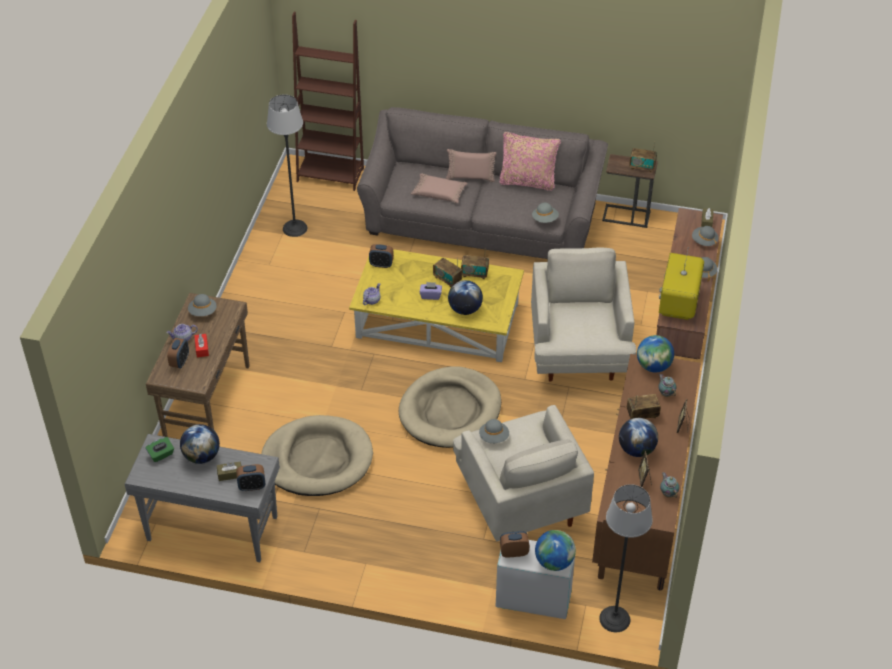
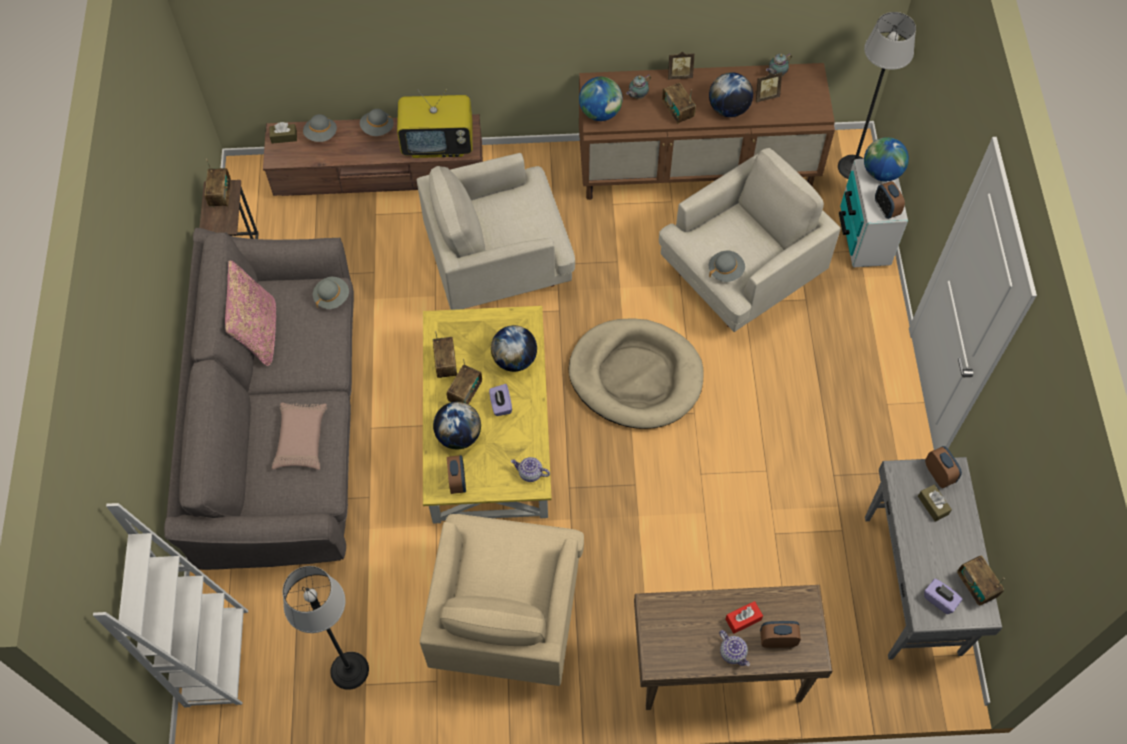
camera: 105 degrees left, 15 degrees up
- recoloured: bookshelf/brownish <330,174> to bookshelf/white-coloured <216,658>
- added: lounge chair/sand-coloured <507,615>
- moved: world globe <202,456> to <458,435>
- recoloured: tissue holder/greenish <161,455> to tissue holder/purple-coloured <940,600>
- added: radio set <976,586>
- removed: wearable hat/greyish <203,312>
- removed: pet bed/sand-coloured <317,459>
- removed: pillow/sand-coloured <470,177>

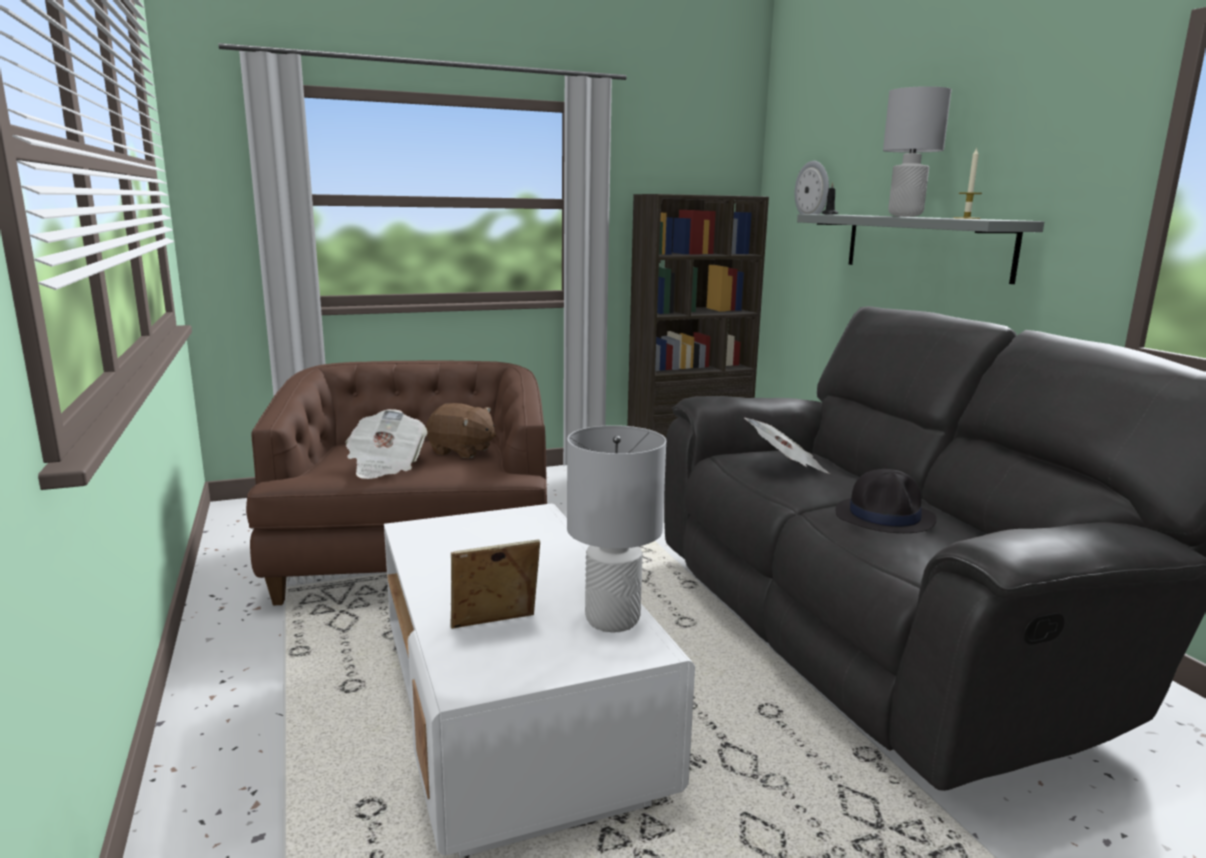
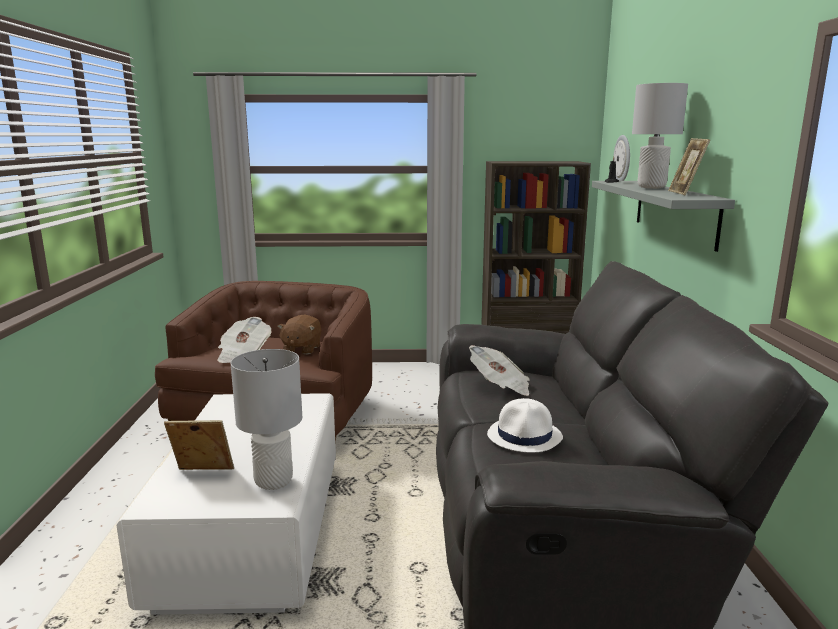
camera: 20 degrees right, 0 degrees up
- turned: soft toy/brownish <461,451> = <301,349> 60 degrees clockwise
- recoloured: wearable hat/black-coloured <885,517> to wearable hat/white-coloured <525,436>
- replaced: candle <966,218> to photo frame <685,193>

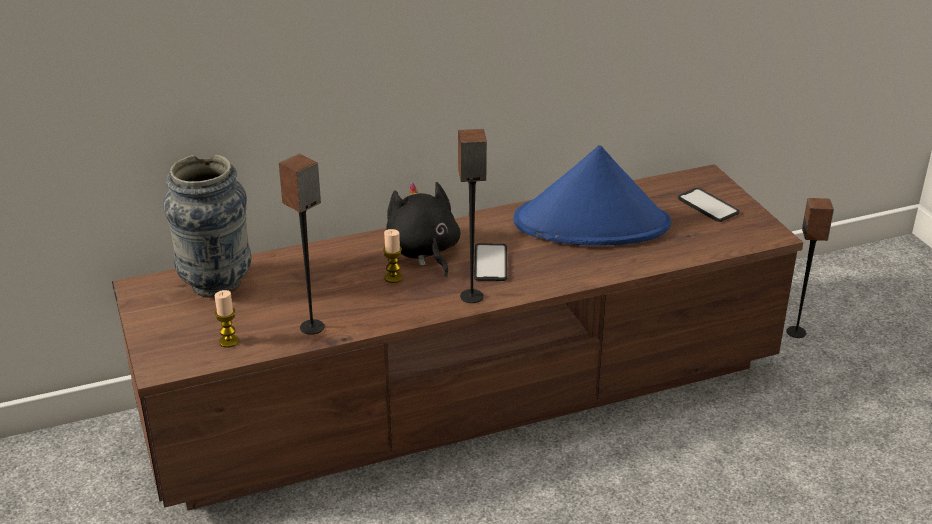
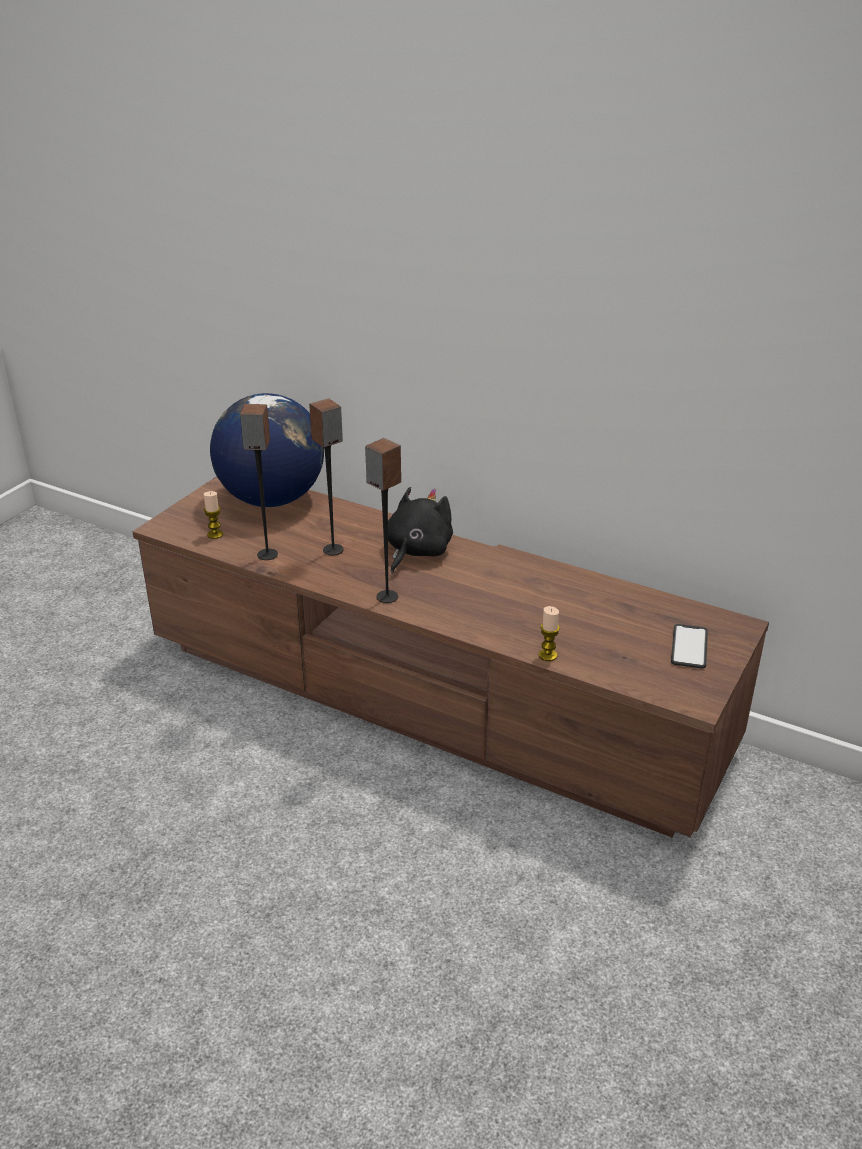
camera: 50 degrees right, 0 degrees up
- replaced: decorative vase <216,284> to world globe <271,499>
- moved: speaker <796,332> to <333,550>
- moved: candle <393,278> to <548,655>
- removed: telephone <490,263>
- removed: wearable hat/blue-coloured <592,224>

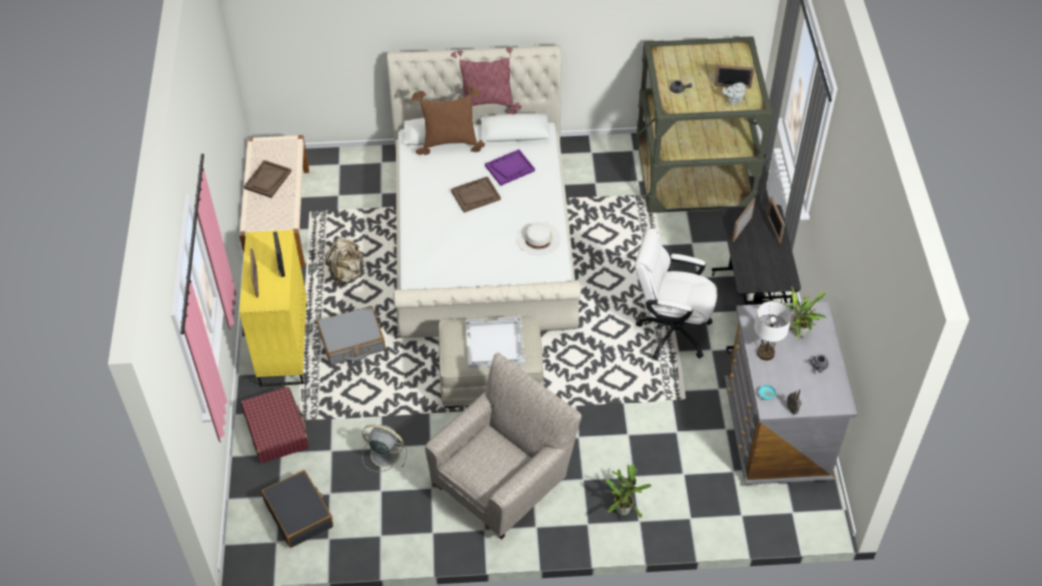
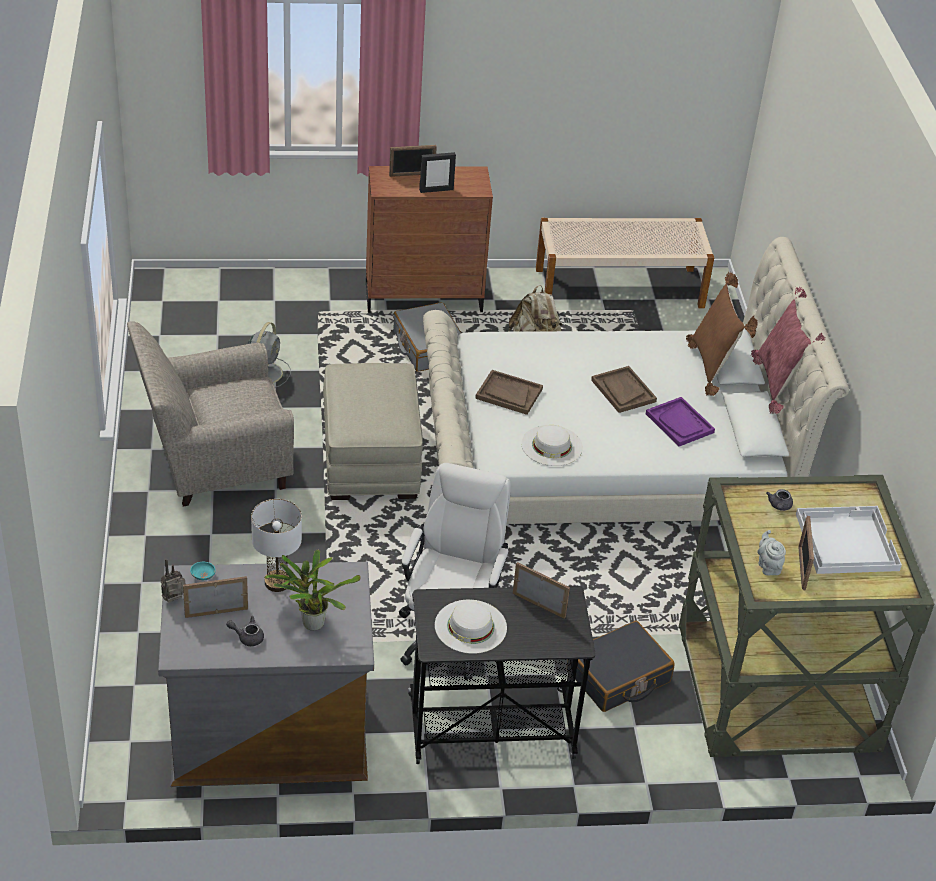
camera: 85 degrees right, 10 degrees down
- turned: lounge chair/sand-coloured <502,482> = <215,464> 120 degrees clockwise
- moved: photo frame <773,229> to <216,612>
- recoloured: drawer chest/yellow-coloured <283,345> to drawer chest/brownish <424,297>
- added: wearable hat/white-coloured <470,626>
- moved: carrying tray/brownish <268,180> to <508,394>
- moved: suitcase/black-coloured <299,514> to <618,676>
- moved: carrying tray/white-coloured <494,344> to <845,541>
- removed: suitcase/red <276,430>
- removed: plant in a pot <624,508>

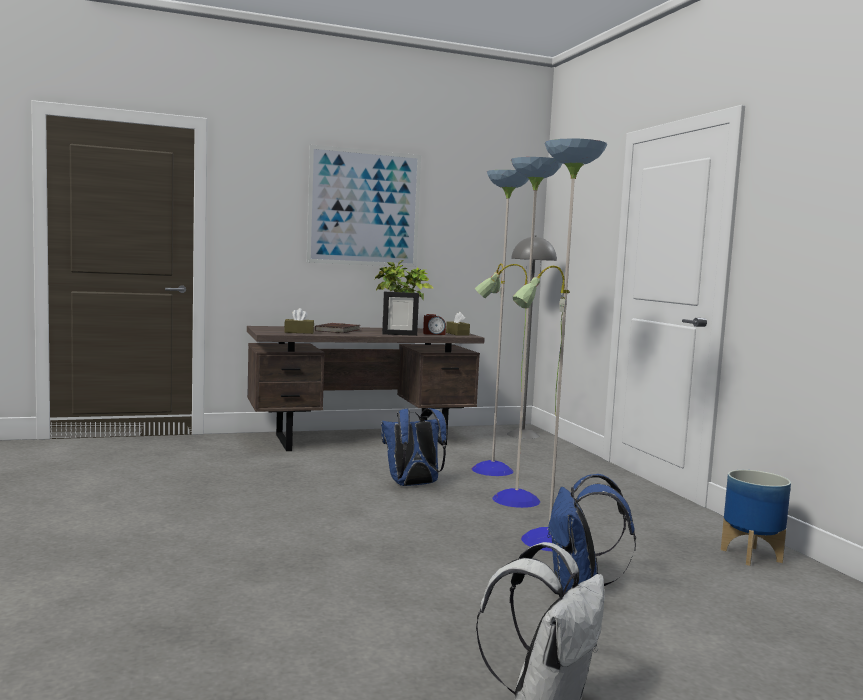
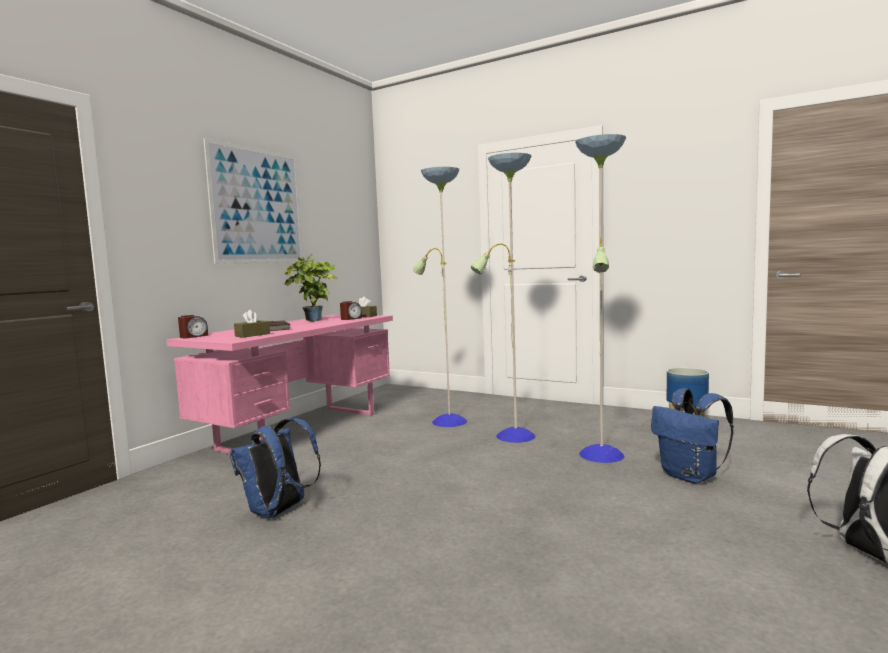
camera: 40 degrees left, 0 degrees up
- recoloured: desk/brownish <362,439> to desk/pinkish <301,430>
- added: alarm clock <193,336>
- moved: knapsack/blue-coloured <413,485> to <278,512>
- removed: photo frame <399,334>
- removed: floor lamp/greyish <523,434>

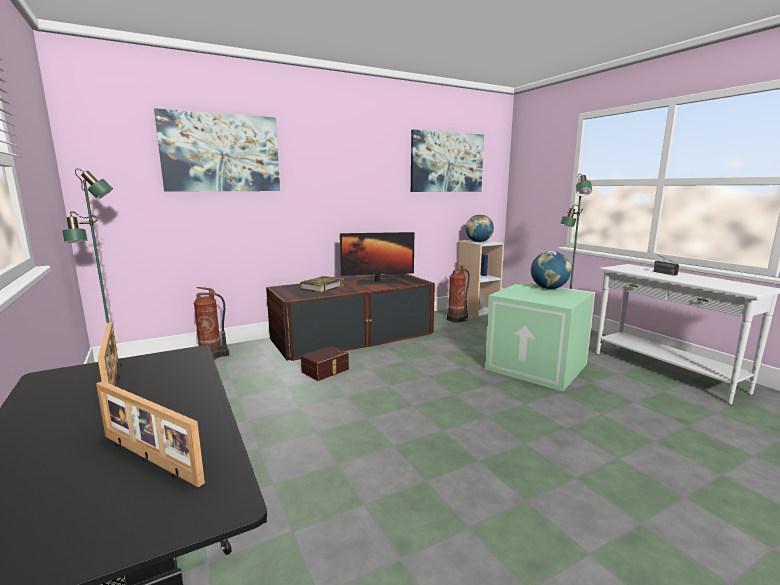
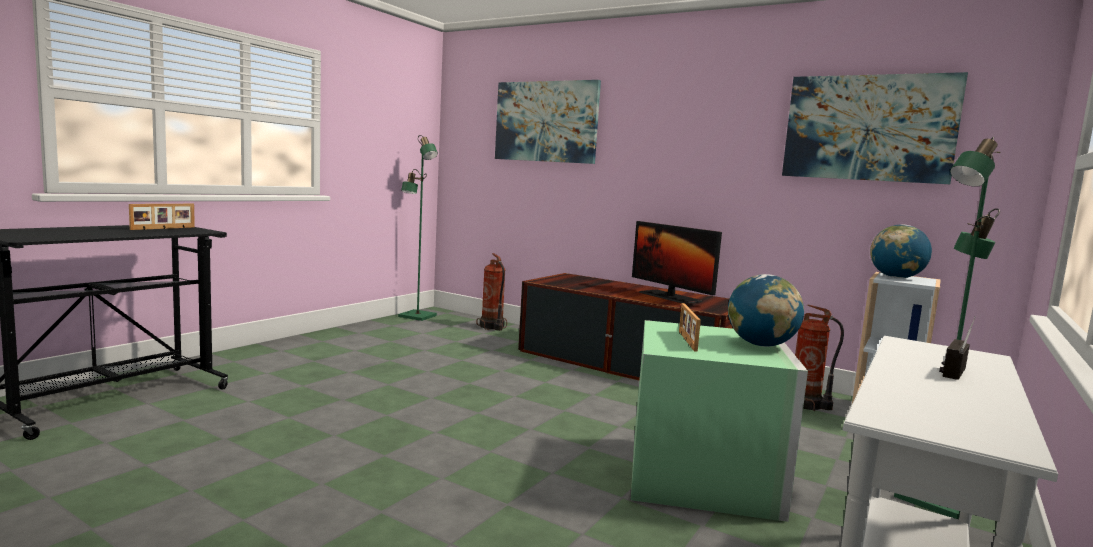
camera: 60 degrees right, 5 degrees down
- moved: photo frame <148,459> to <686,340>
- removed: bound book <322,287>
- removed: storage box/brownish <326,371>

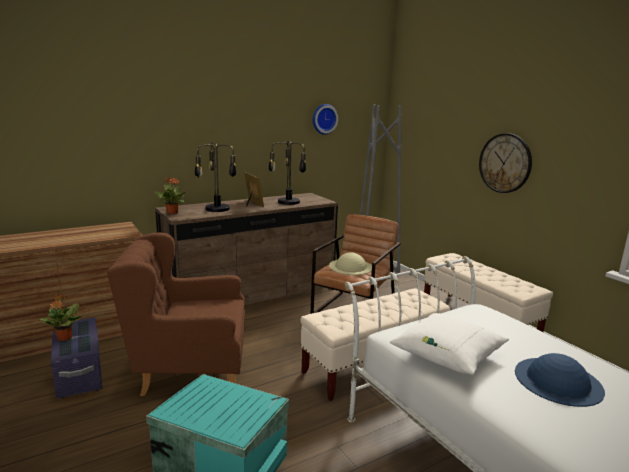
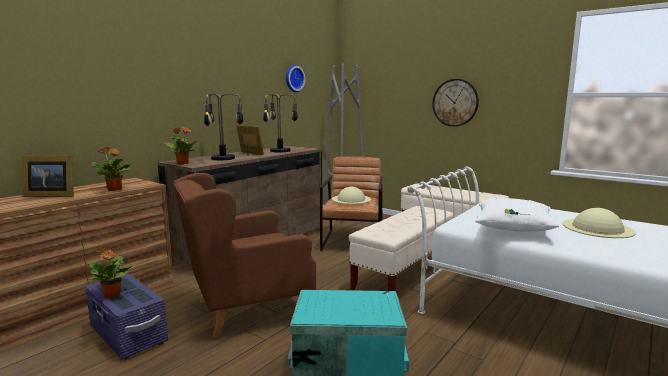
camera: 20 degrees left, 5 degrees down
- added: photo frame <51,195>
- added: plant in a pot <115,189>
- recoloured: wearable hat/blue-coloured <558,381> to wearable hat/sand-coloured <597,228>

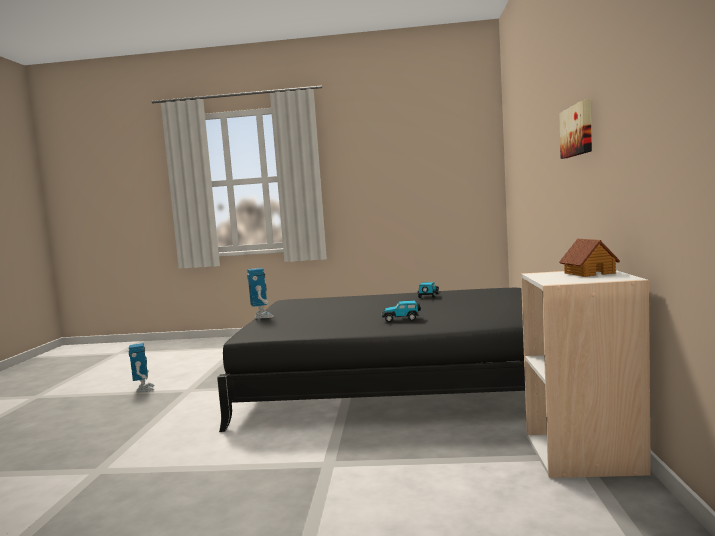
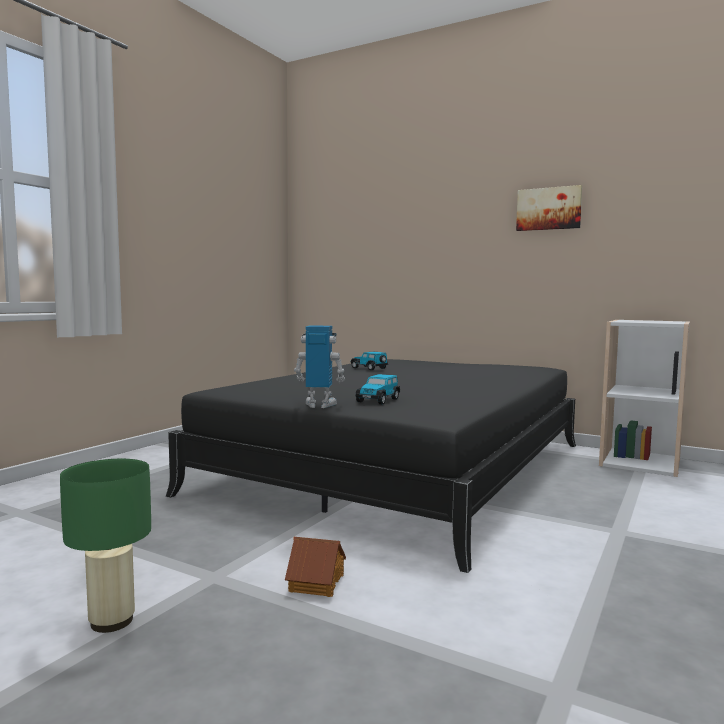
camera: 65 degrees left, 0 degrees up
- replaced: toy robot <144,389> to tabletop lamp/greenish <110,622>
- moved: model house <589,273> to <315,582>
- moved: miniature car <401,319> to <378,400>

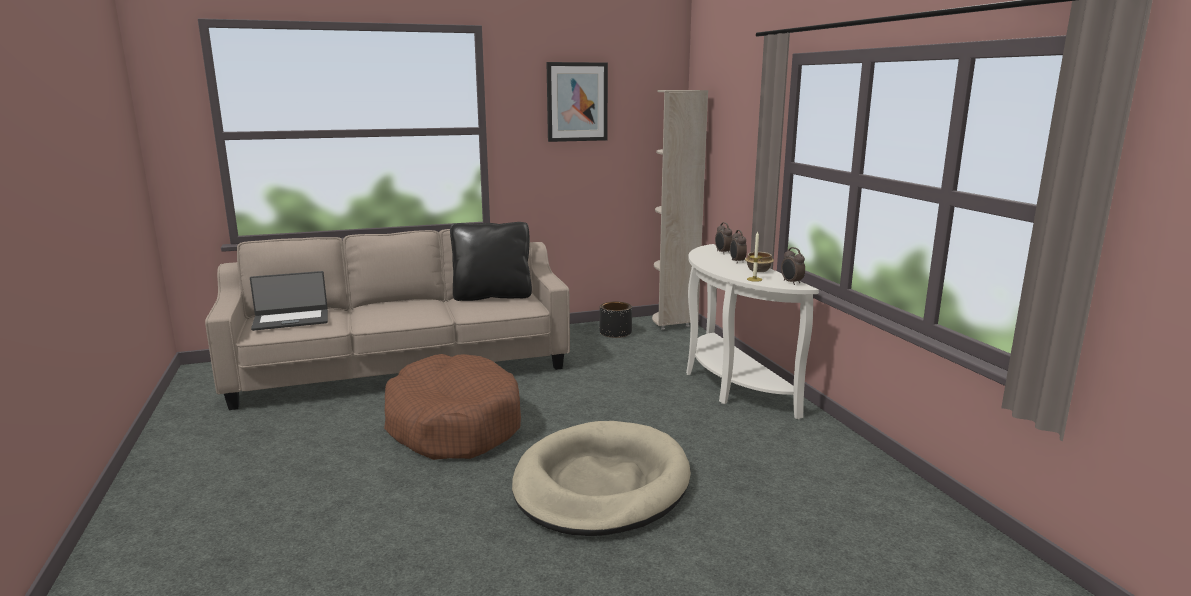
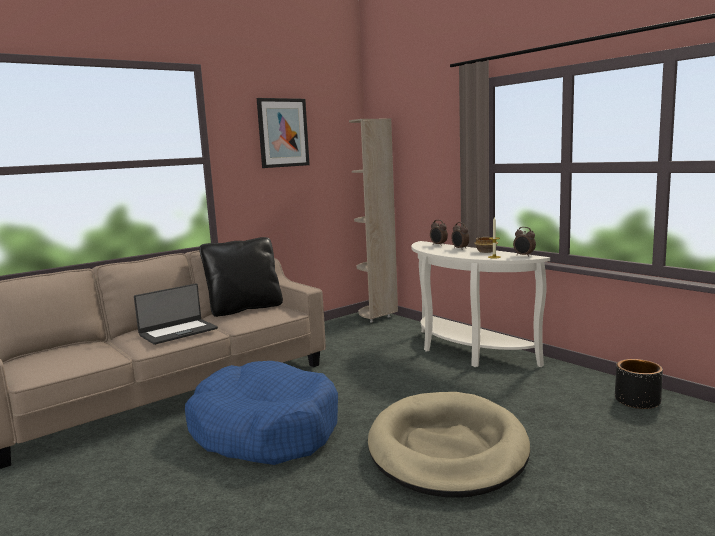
camera: 20 degrees left, 5 degrees down
- moved: portable computer <291,320> to <178,332>
- recoloured: pet bed/brownish <453,425> to pet bed/blue-coloured <264,430>
- moved: plant pot/black-coloured <615,333> to <637,401>

